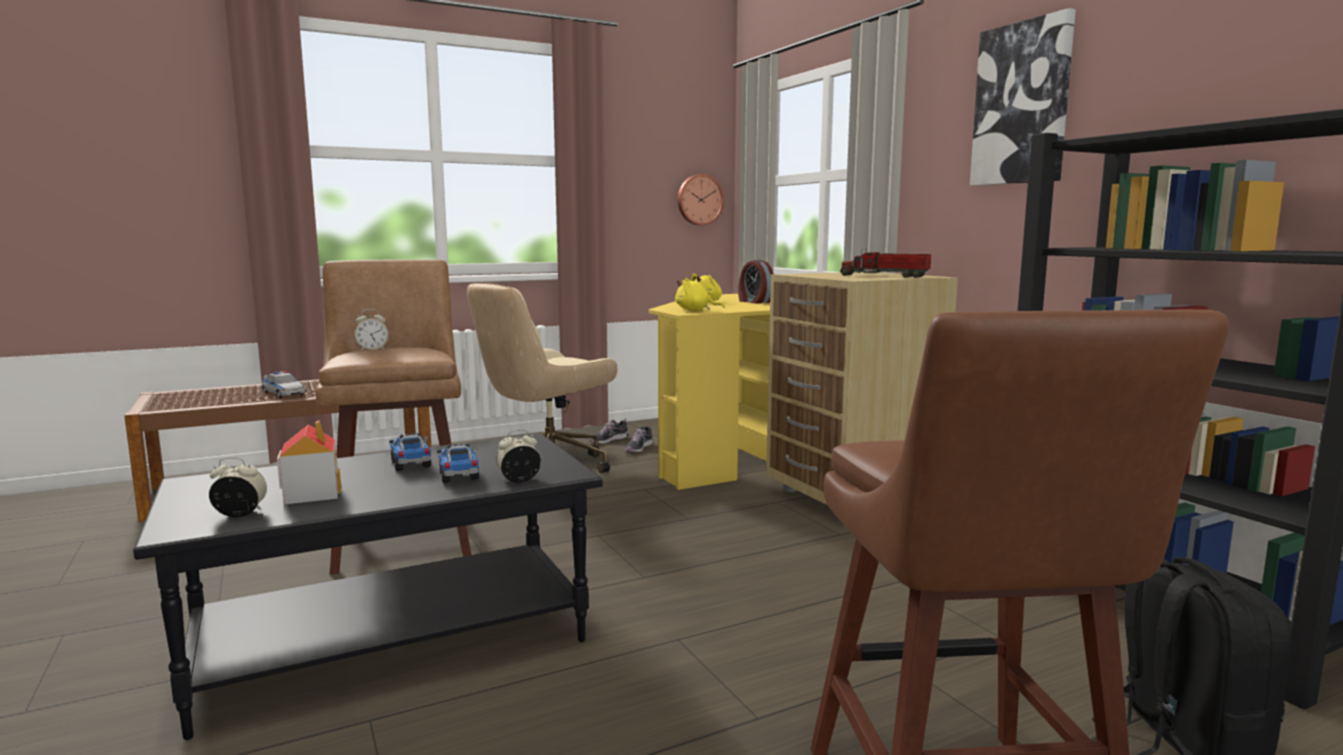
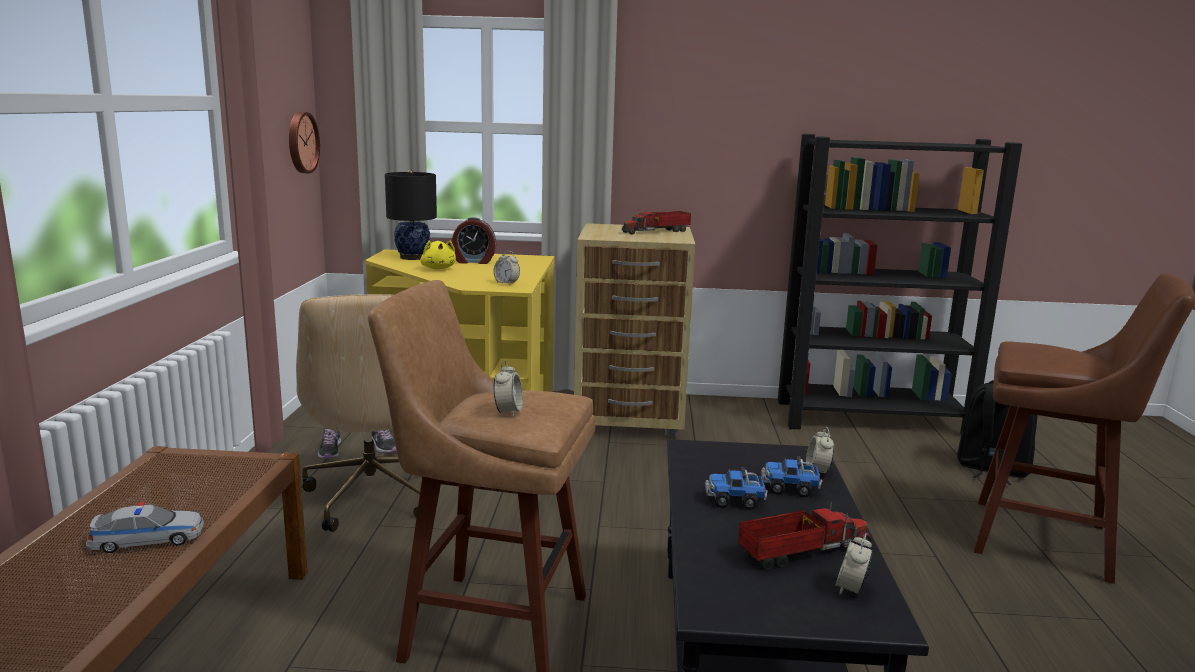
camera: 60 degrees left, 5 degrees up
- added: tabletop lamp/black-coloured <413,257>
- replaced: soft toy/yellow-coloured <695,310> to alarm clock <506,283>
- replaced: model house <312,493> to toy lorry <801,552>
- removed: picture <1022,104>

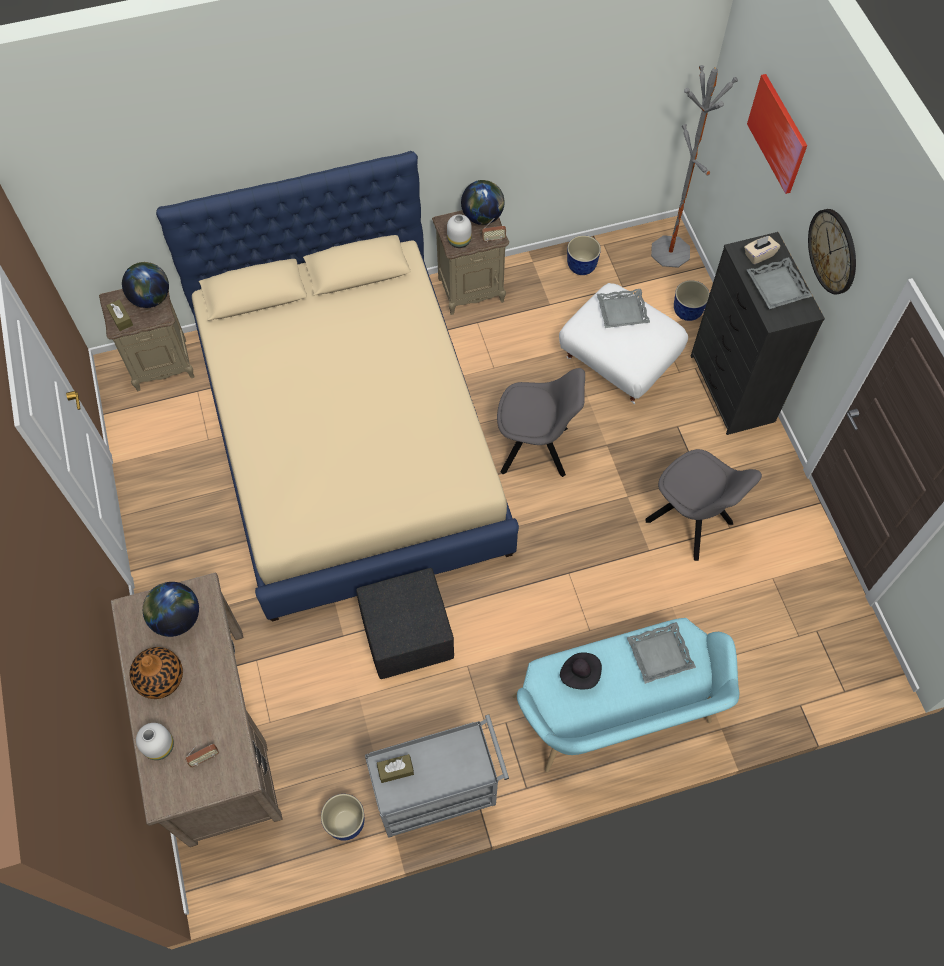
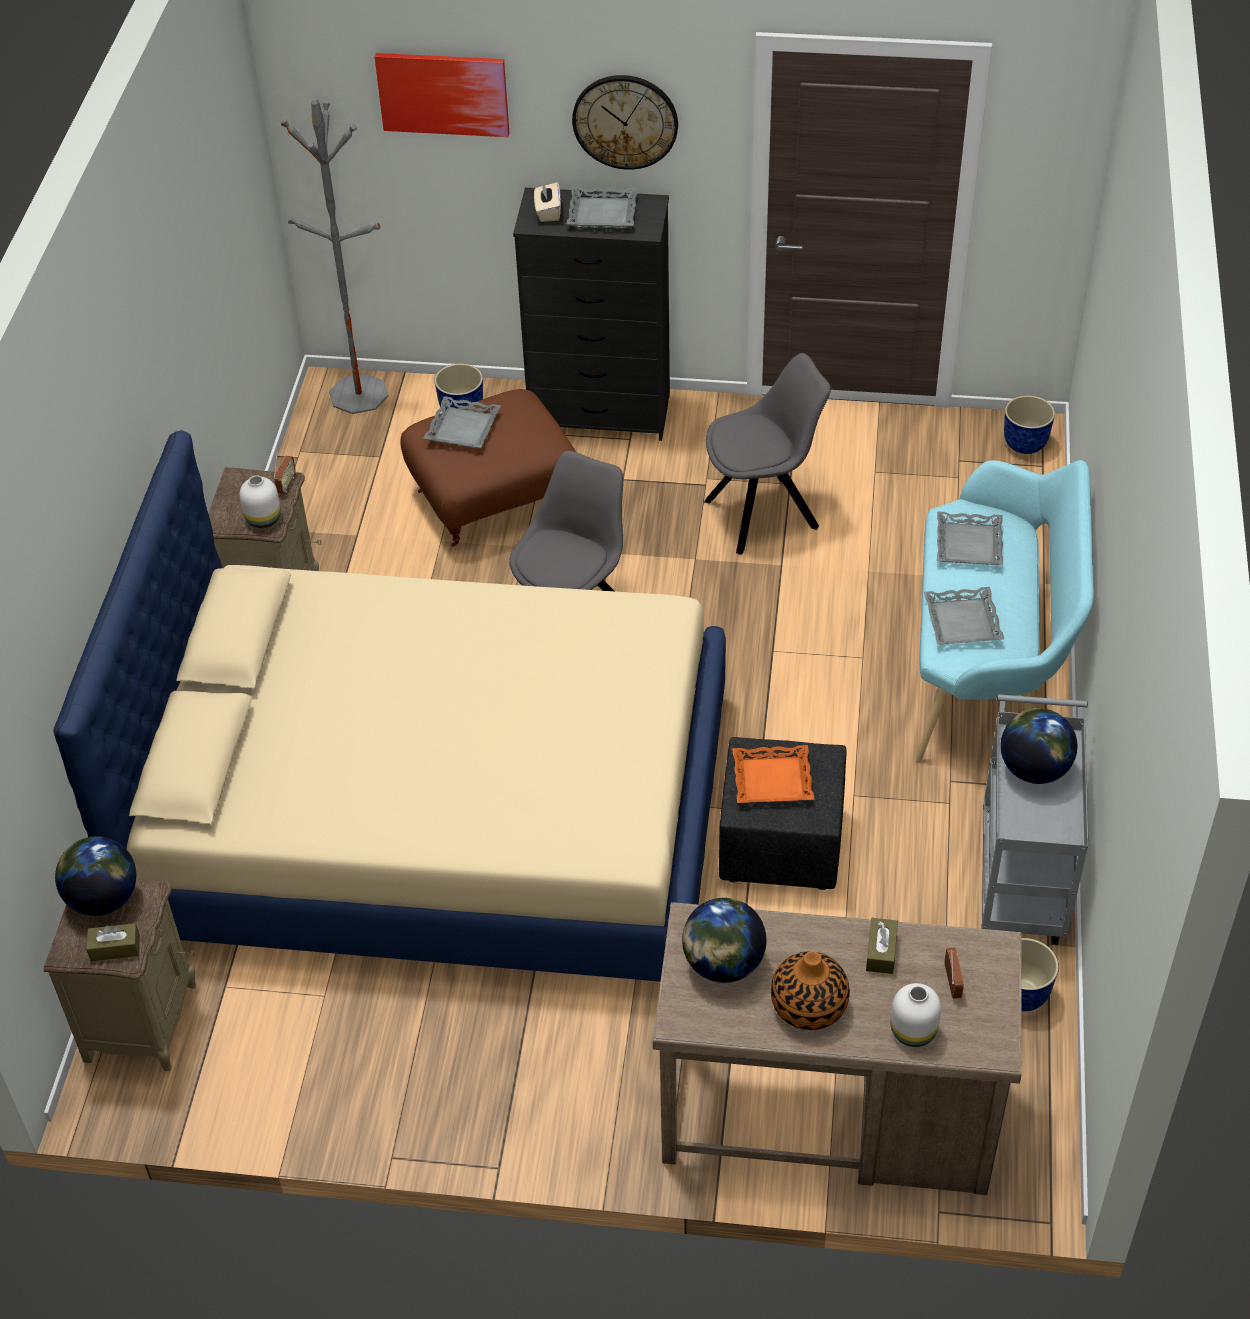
camera: 65 degrees left, 15 degrees down
- recoloured: ottoman/white-coloured <617,362> to ottoman/brownish <493,501>
- added: carrying tray/orangey <772,779>
- moved: tissue holder/brownish <395,770> to <881,952>
- replaced: wearable hat/black-coloured <580,674> to carrying tray/greyish <962,622>
- moved: world globe <482,216> to <1034,769>
- moved: plant pot <581,267> to <1025,444>

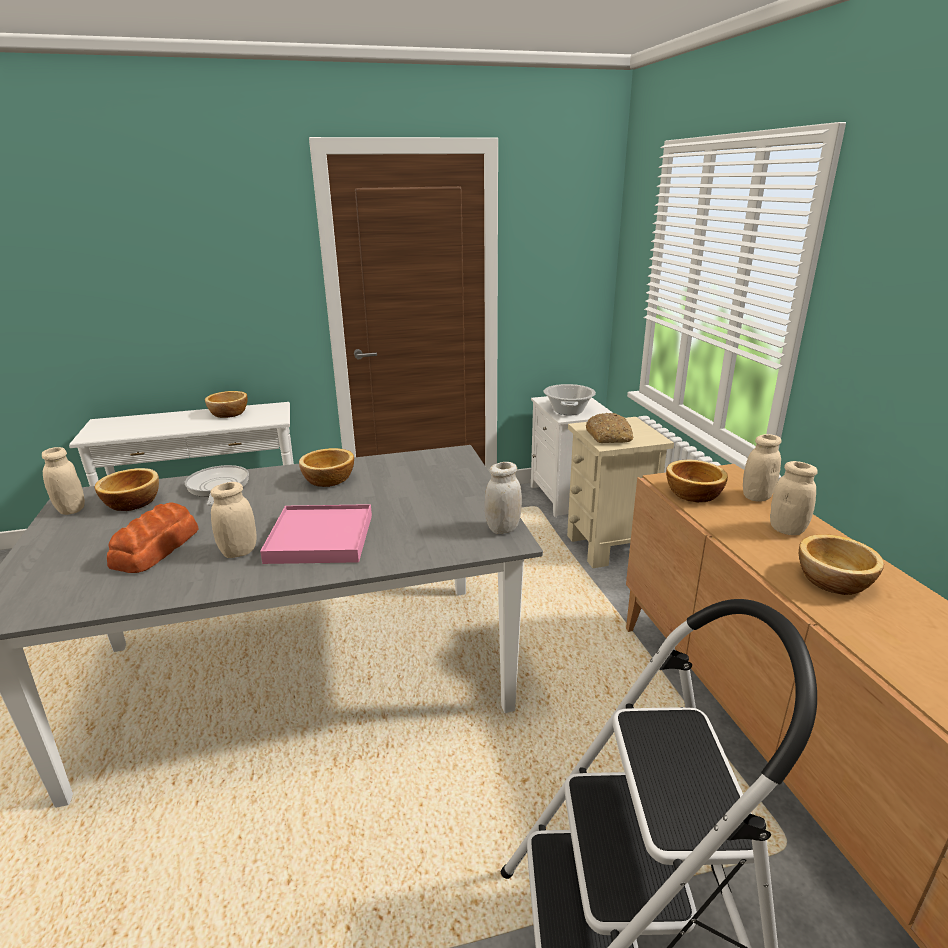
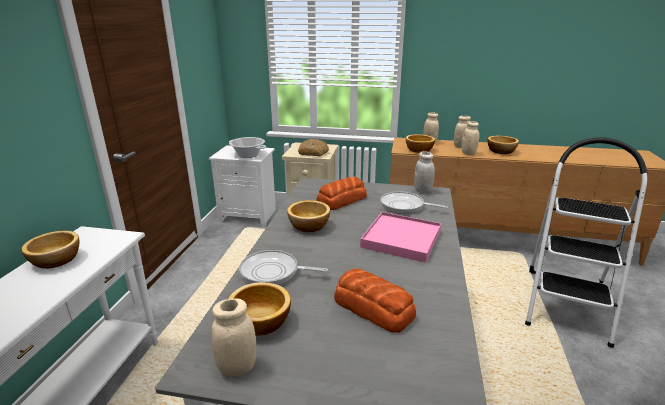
camera: 65 degrees left, 0 degrees up
- added: bread <341,200>
- added: pan <404,206>
- moved: jar/sand-coloured <239,552> to <468,153>

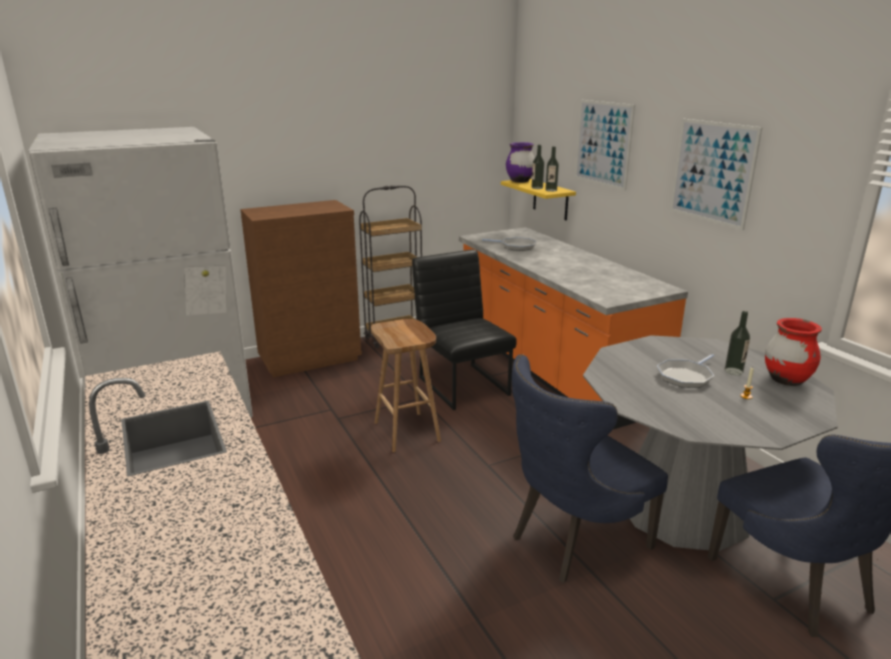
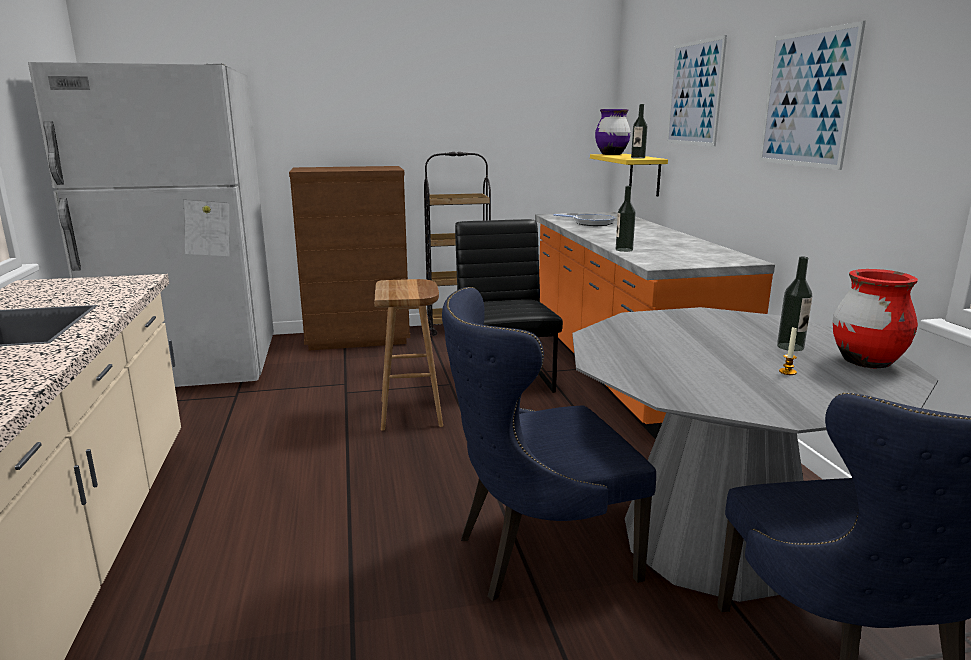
camera: 15 degrees right, 5 degrees down
- moved: beverage bottle <537,188> to <624,250>
- removed: pan <686,376>

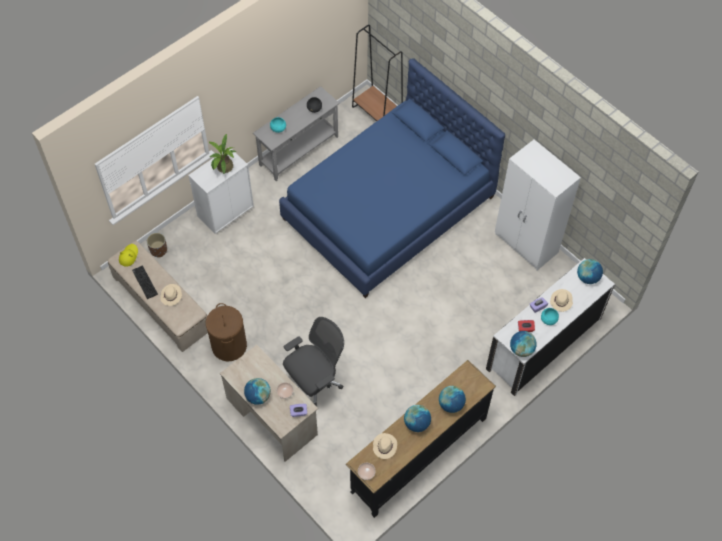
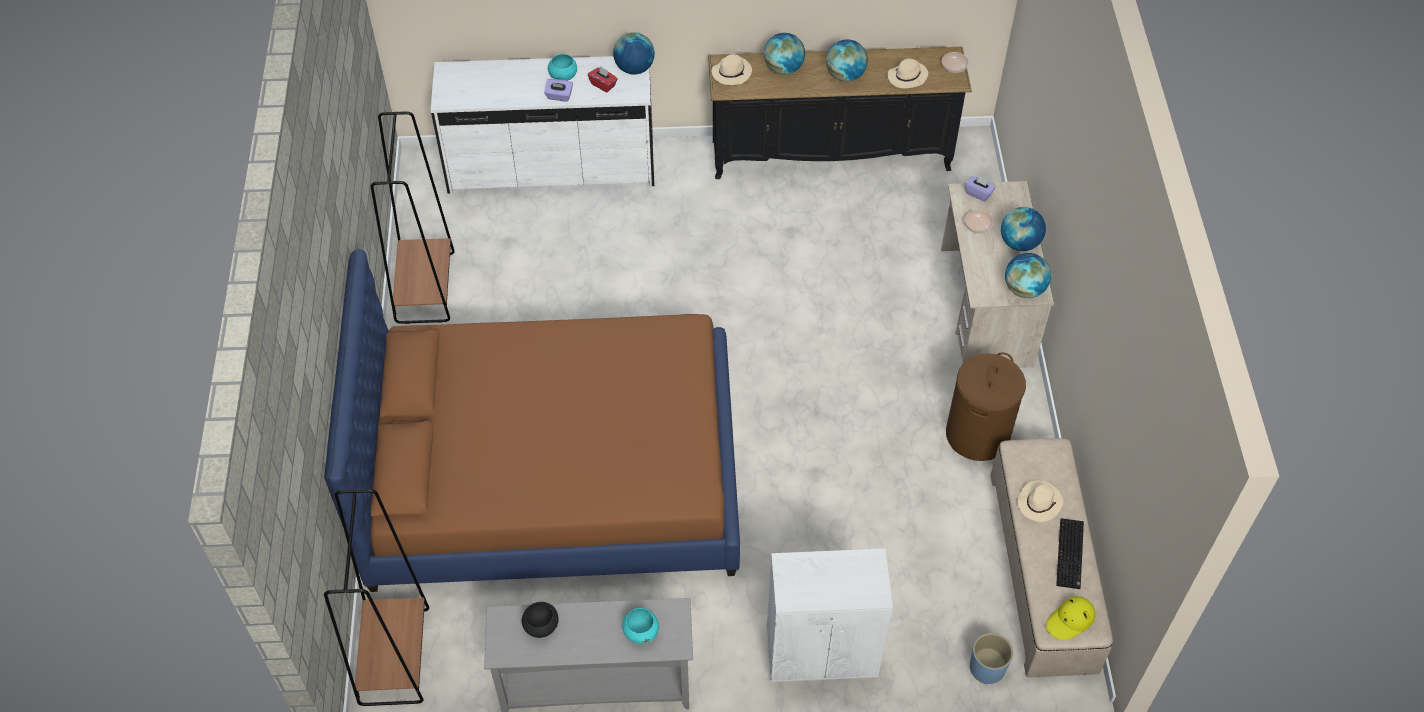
camera: 140 degrees left, 5 degrees down
- recoloured: bed/blue-coloured <388,207> to bed/brownish <553,474>
- replaced: armoire/white-coloured <526,244> to clothes rack <425,288>
- moved: wearable hat/sand-coloured <561,301> to <732,72>
- recoloured: plant pot/brownish <158,250> to plant pot/blue-coloured <987,668>
- moved: world globe <587,278> to <1024,289>
- removed: plant in a pot <223,168>
- removed: office chair <315,383>

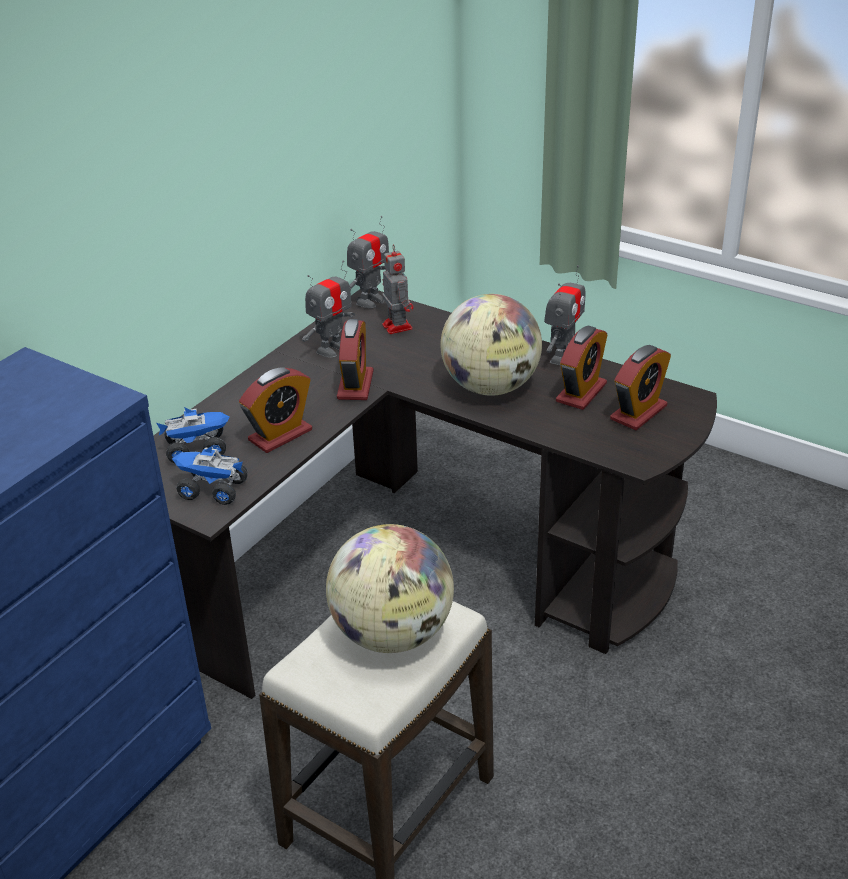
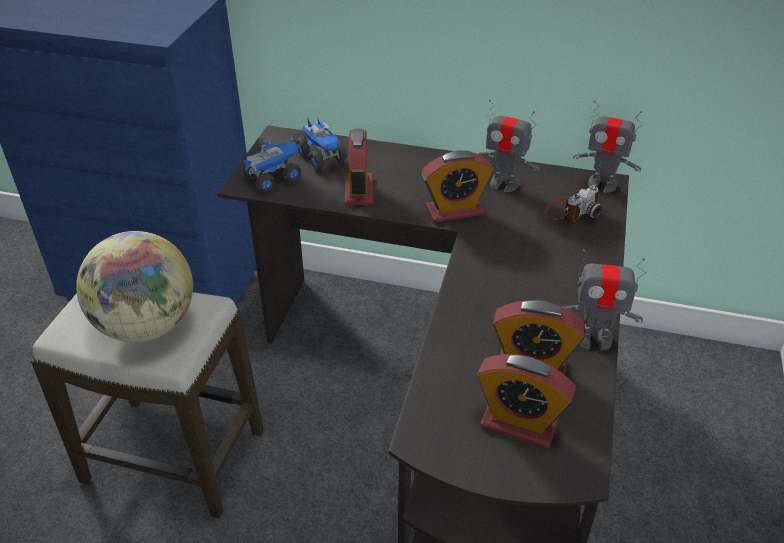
camera: 70 degrees right, 5 degrees up
- turned: toy lorry <212,490> = <273,178> 60 degrees clockwise
- turned: alarm clock <280,435> = <359,190> 120 degrees counterclockwise
- replaced: toy robot <396,326> to still camera <571,210>
- removed: world globe <491,387>

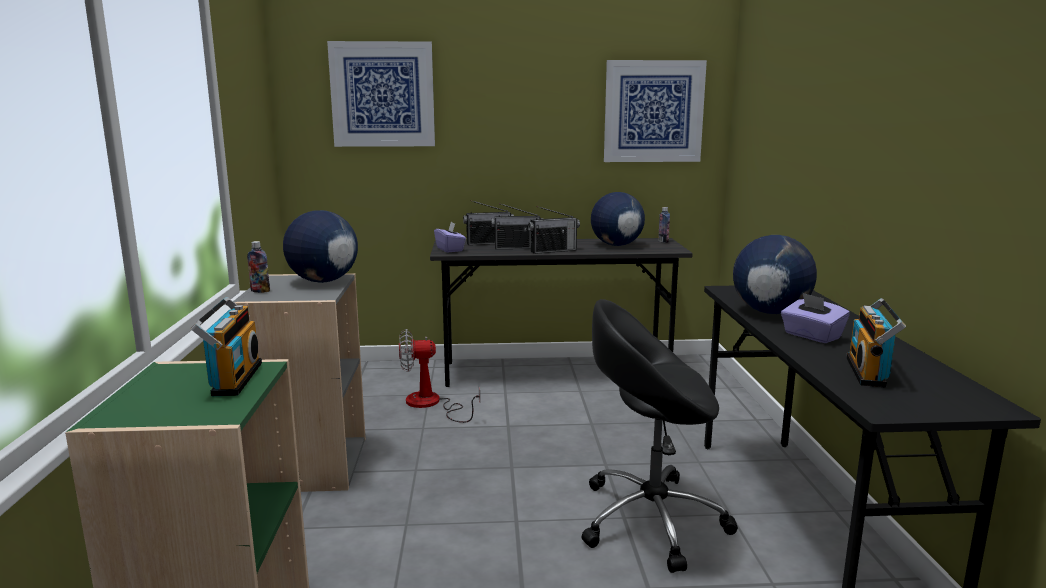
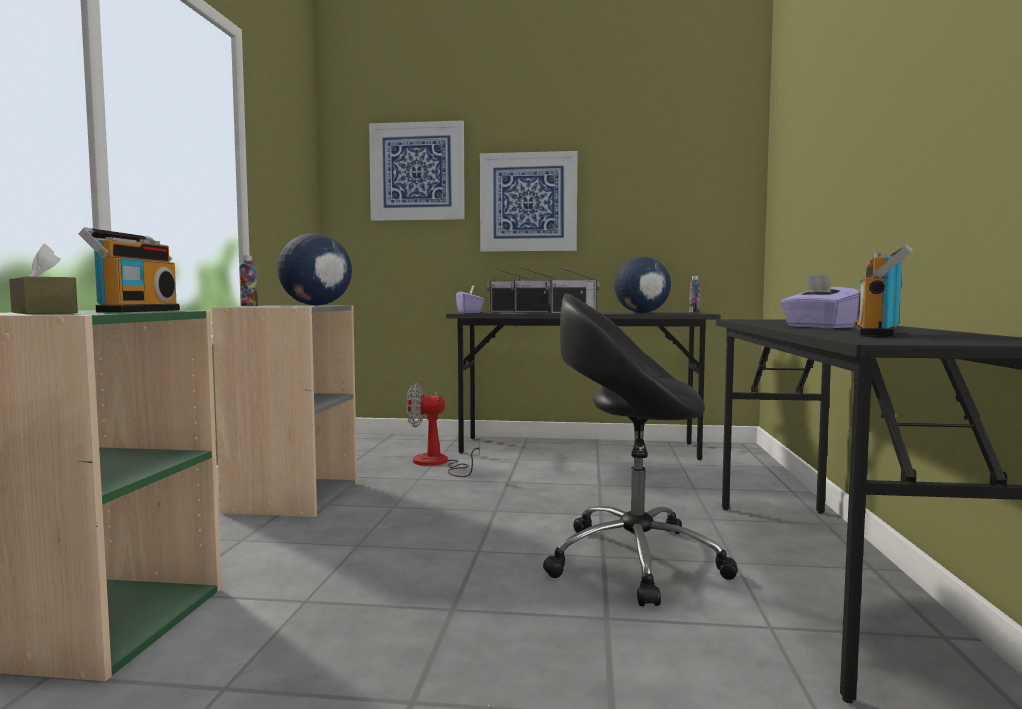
camera: 10 degrees right, 10 degrees down
- added: tissue holder/brownish <44,313>
- moved: picture <653,111> to <528,202>
- removed: world globe <770,312>

